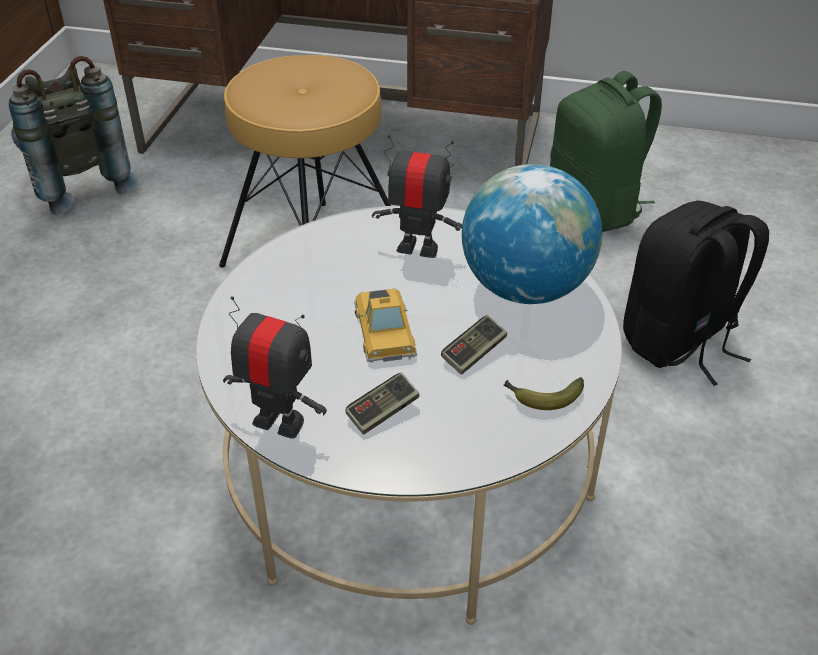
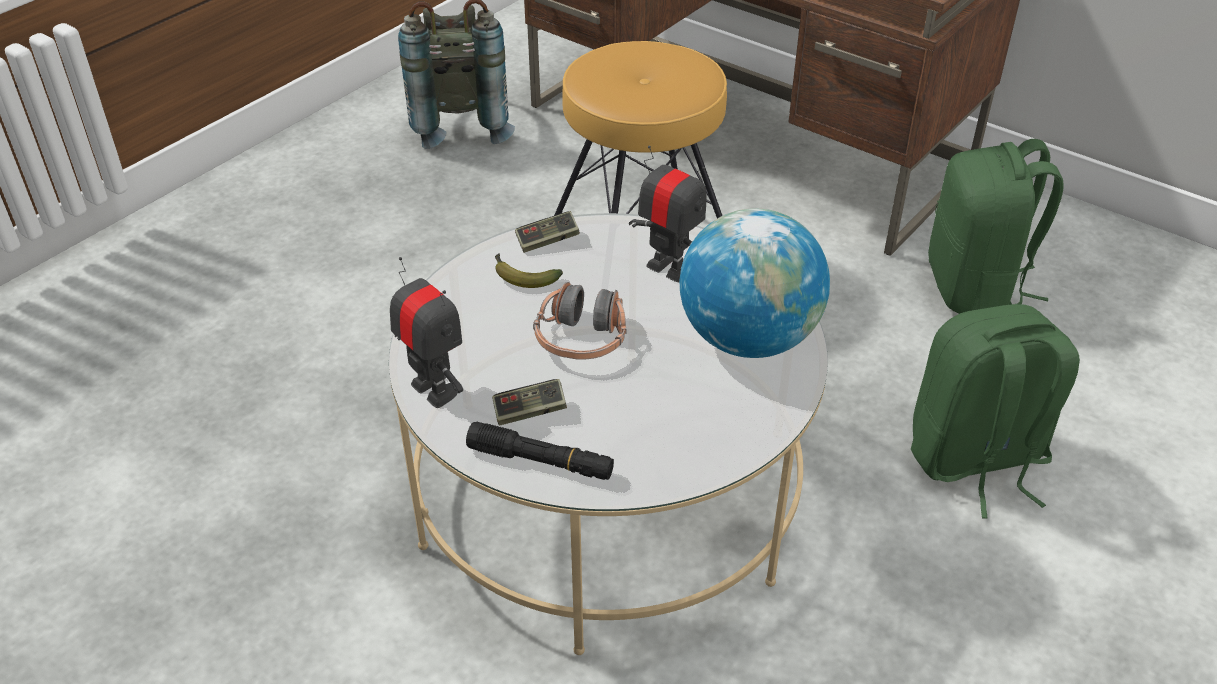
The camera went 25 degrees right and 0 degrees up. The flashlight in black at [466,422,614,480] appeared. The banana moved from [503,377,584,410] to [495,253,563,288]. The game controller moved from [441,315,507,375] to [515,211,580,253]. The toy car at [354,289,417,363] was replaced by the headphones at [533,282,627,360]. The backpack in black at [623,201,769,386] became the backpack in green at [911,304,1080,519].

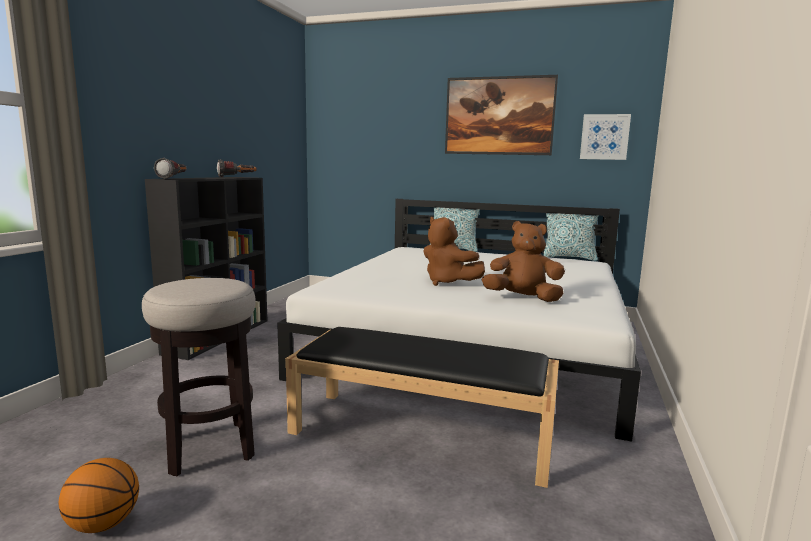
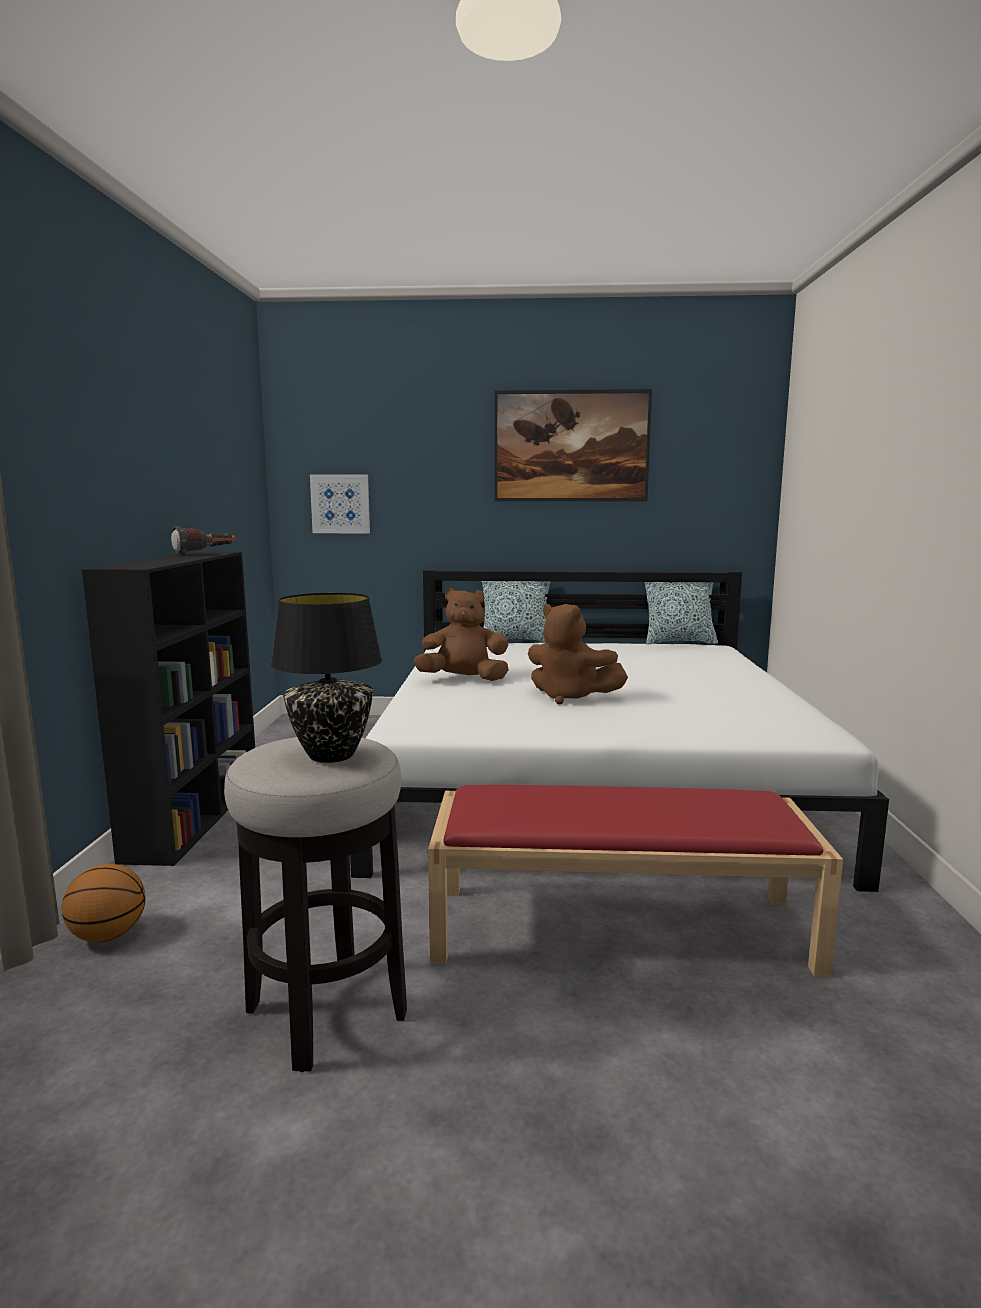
The camera went 15 degrees left and 0 degrees up. The basketball moved from [59,458,139,533] to [62,864,145,943]. The table lamp in black at [271,593,382,763] appeared. The picture moved from [580,114,631,160] to [310,475,370,533]. The plush toy in brown moved from [482,221,565,302] to [413,588,509,681]. The bench in black at [286,327,559,488] became the bench in red at [427,785,843,977]. The flashlight at [154,158,187,179] disappeared.

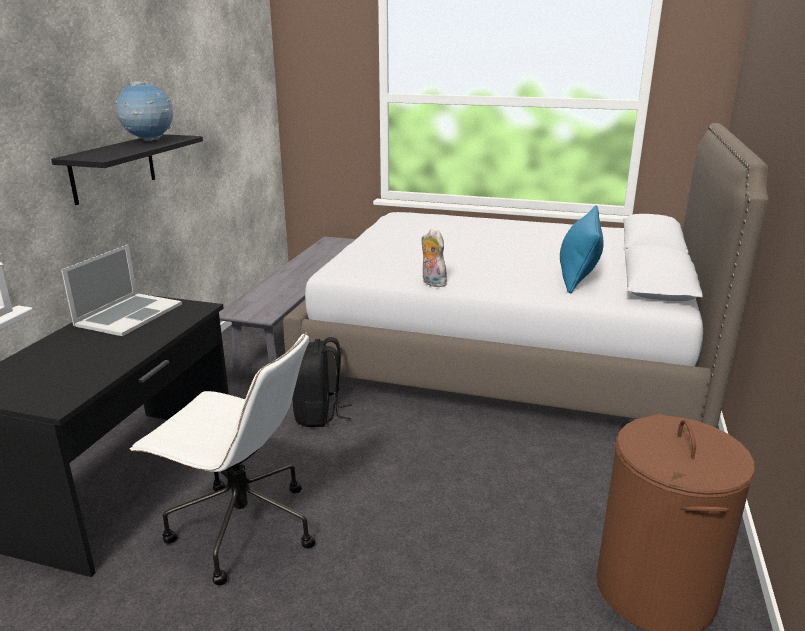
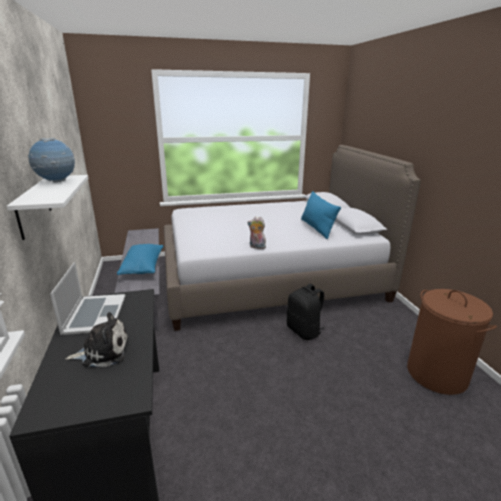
The camera went 30 degrees left and 0 degrees up. The shelf in black at [51,134,203,205] became the shelf in white at [7,175,88,240]. The plush toy at [65,312,129,367] appeared. The pillow in blue at [117,244,164,275] appeared. The backpack in black moved from [292,337,352,427] to [287,284,324,340]. The office chair in white at [130,332,315,585] disappeared.

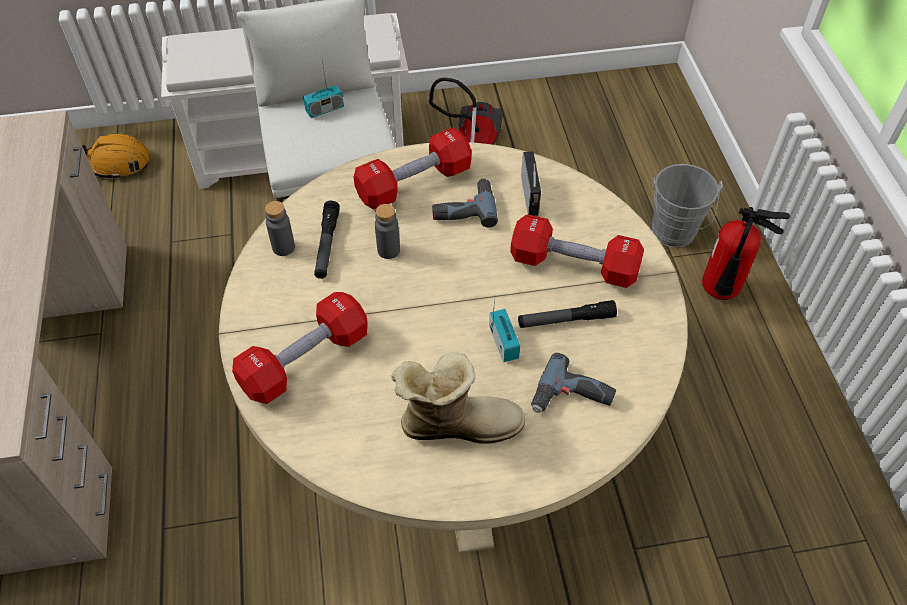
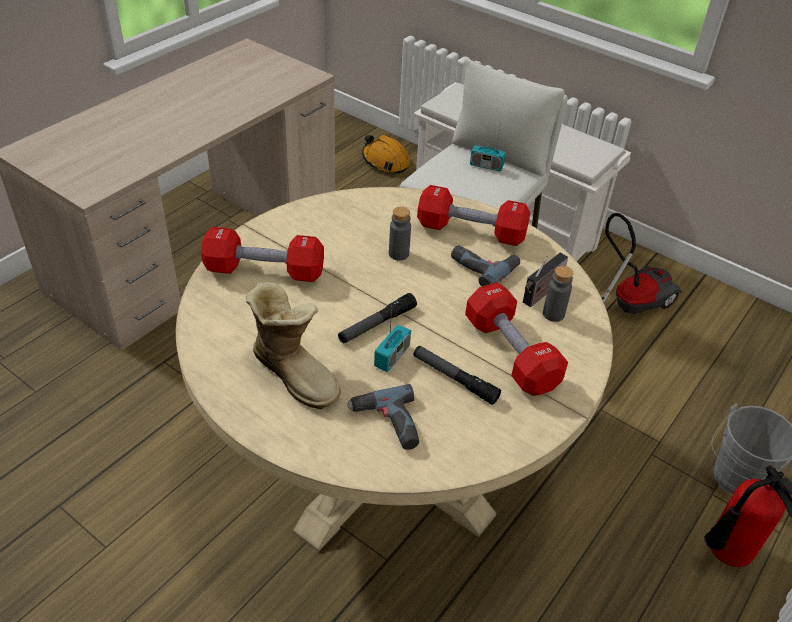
The camera went 45 degrees right and 10 degrees down. The flashlight moved from [314,201,340,279] to [338,293,417,343]. The bottle in grey moved from [265,201,295,256] to [543,266,573,322].

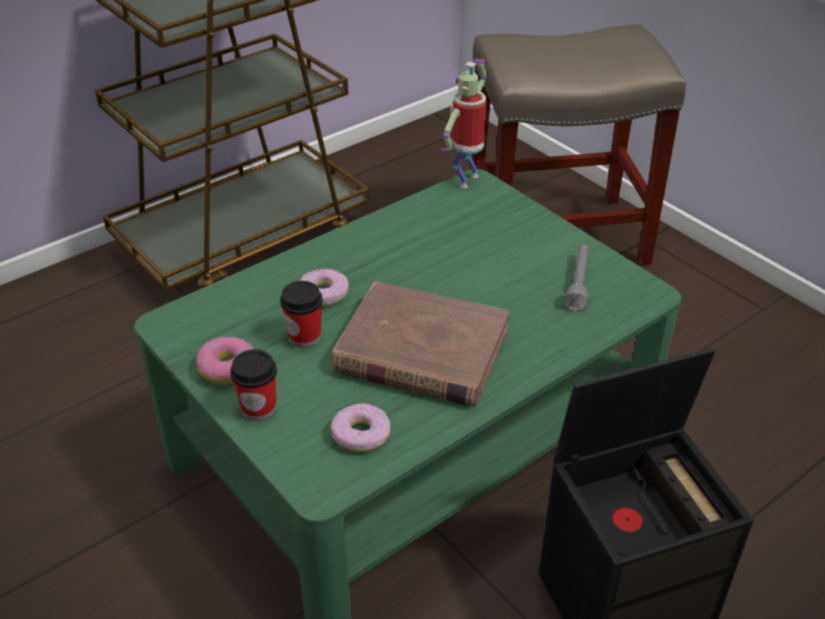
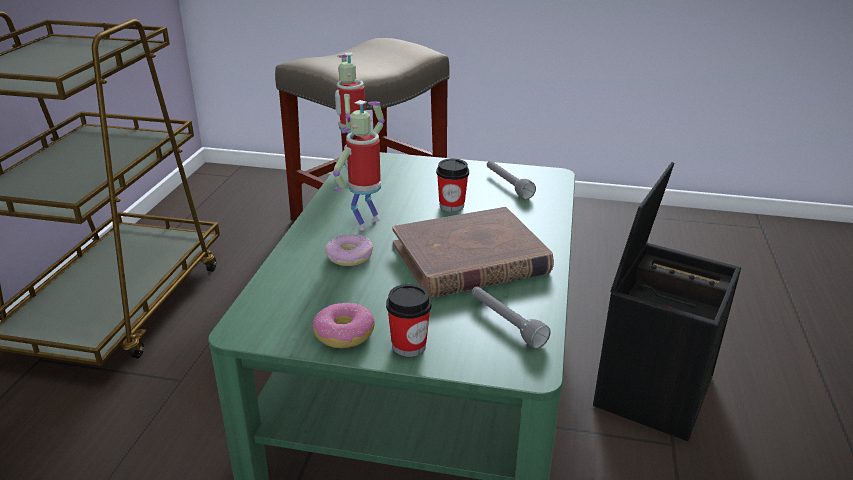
The camera went 40 degrees left and 10 degrees down. The toy robot at [333,100,385,230] appeared. The cup moved from [280,281,323,348] to [436,159,469,212]. The donut at [331,403,390,452] was replaced by the flashlight in grey at [472,287,551,349].

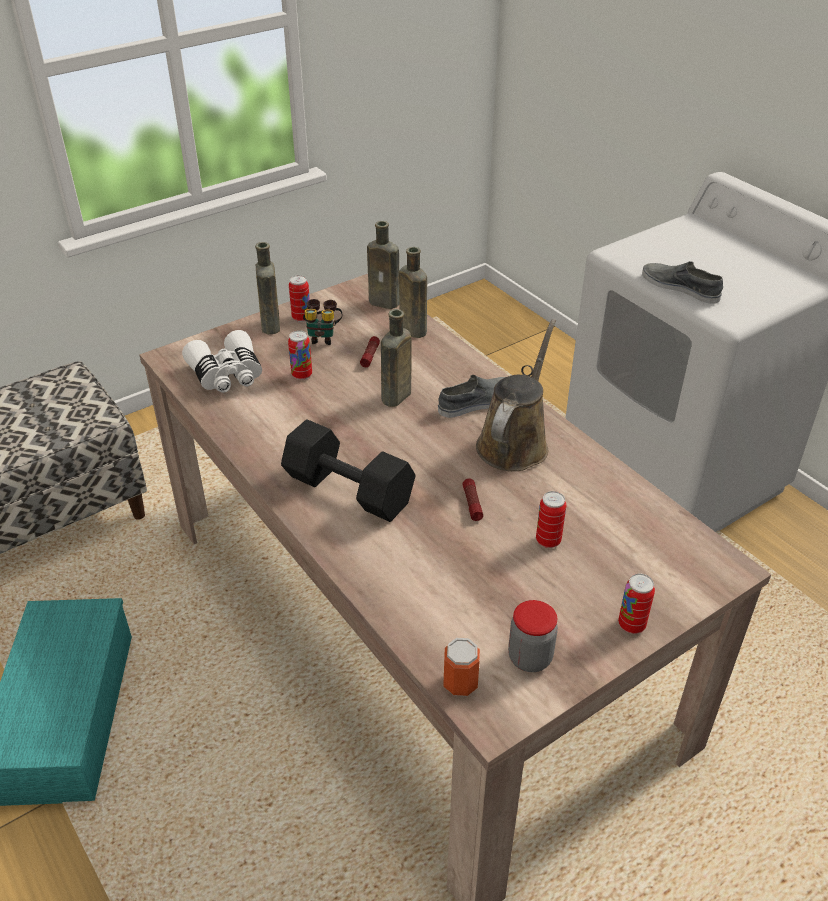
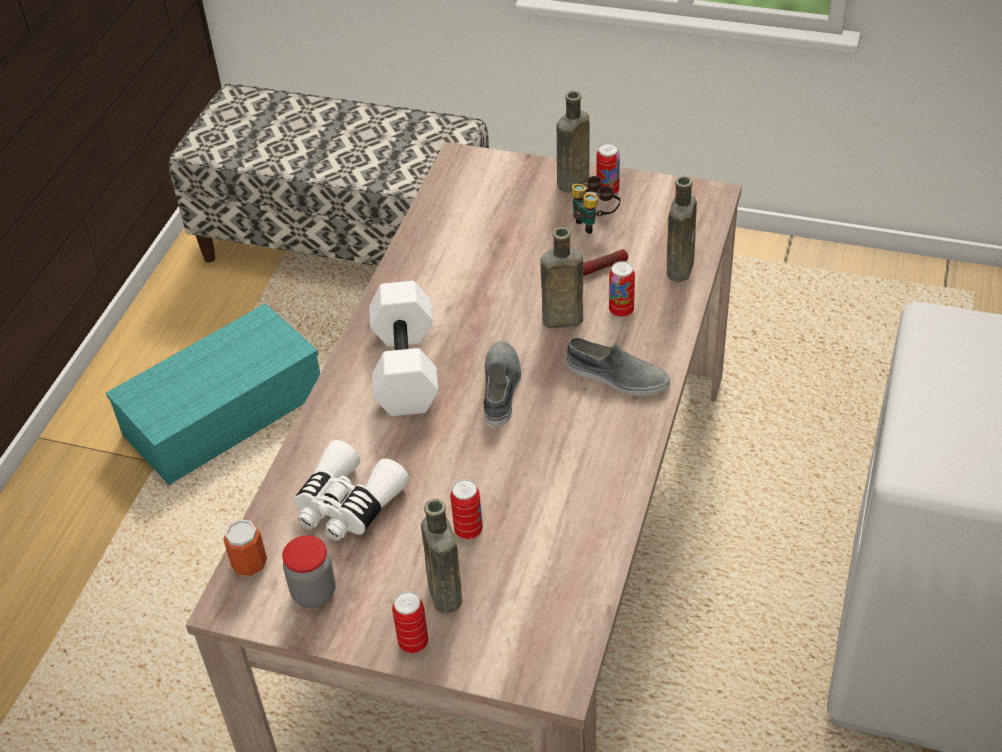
The camera went 55 degrees right and 5 degrees up. The binoculars in white moved from [182,330,262,393] to [293,440,409,541]. The dumbbell in black at [281,419,415,522] became the dumbbell in white at [369,281,438,416]. The bottle in brown moved from [367,221,400,309] to [421,499,462,613]. The shoe in grey moved from [642,261,723,304] to [484,341,521,427]. The can moved from [288,330,312,380] to [609,261,635,317]. The flashlight at [463,479,483,521] disappeared. The watering can in brown at [476,319,556,471] disappeared.

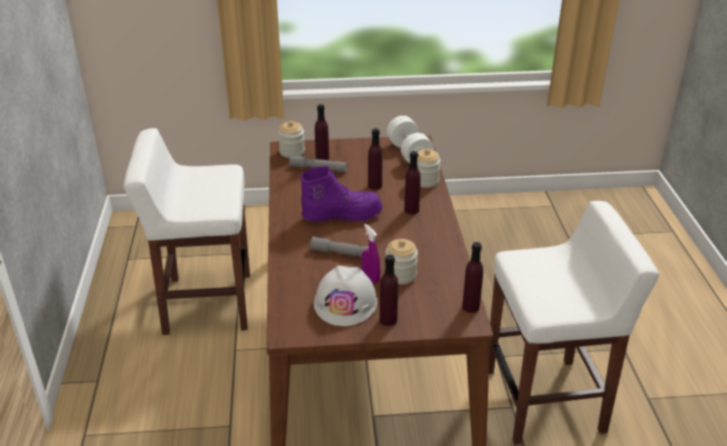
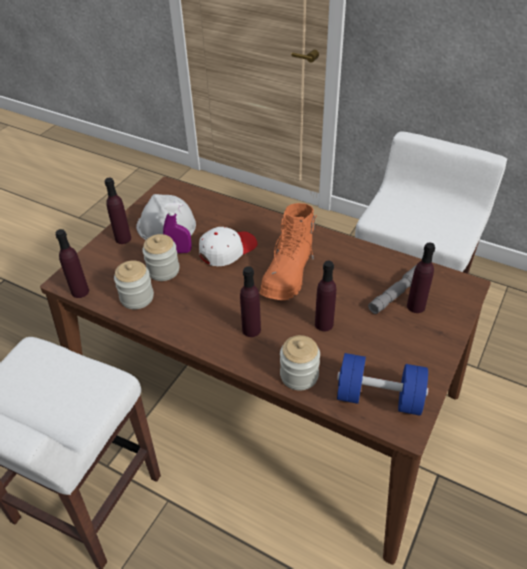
The camera went 125 degrees right and 10 degrees up. The jar moved from [278,121,305,158] to [114,260,154,309]. The flashlight in grey at [310,236,369,257] was replaced by the cap in white at [199,227,257,266]. The boot in purple at [300,165,383,222] became the boot in orange at [260,203,317,300]. The dumbbell in white at [387,116,434,164] became the dumbbell in blue at [337,353,429,416].

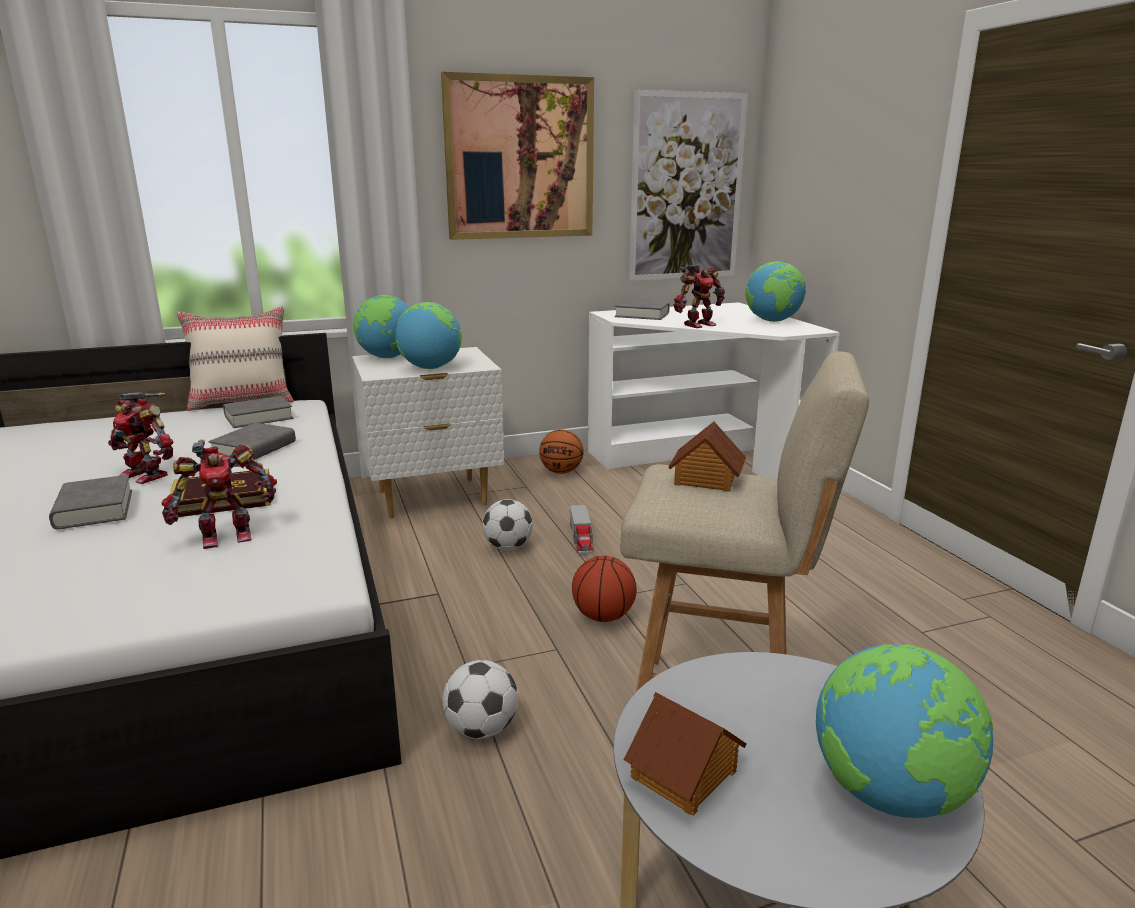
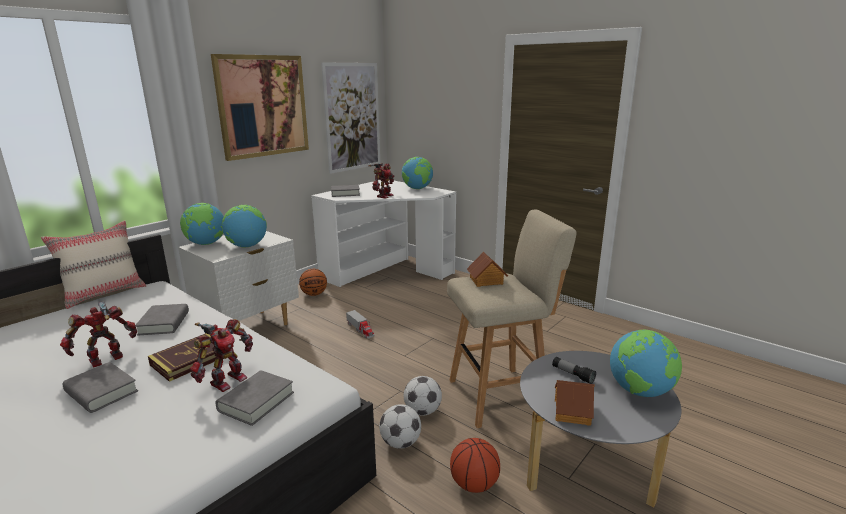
The camera went 30 degrees left and 0 degrees up. The toy robot at [108,393,173,484] turned 135 degrees clockwise. The book in grey moved from [223,396,293,428] to [215,370,294,426]. The football moved from [482,499,533,550] to [404,376,442,416]. The basketball moved from [572,556,637,622] to [450,438,500,493]. The flashlight at [552,357,596,384] appeared.

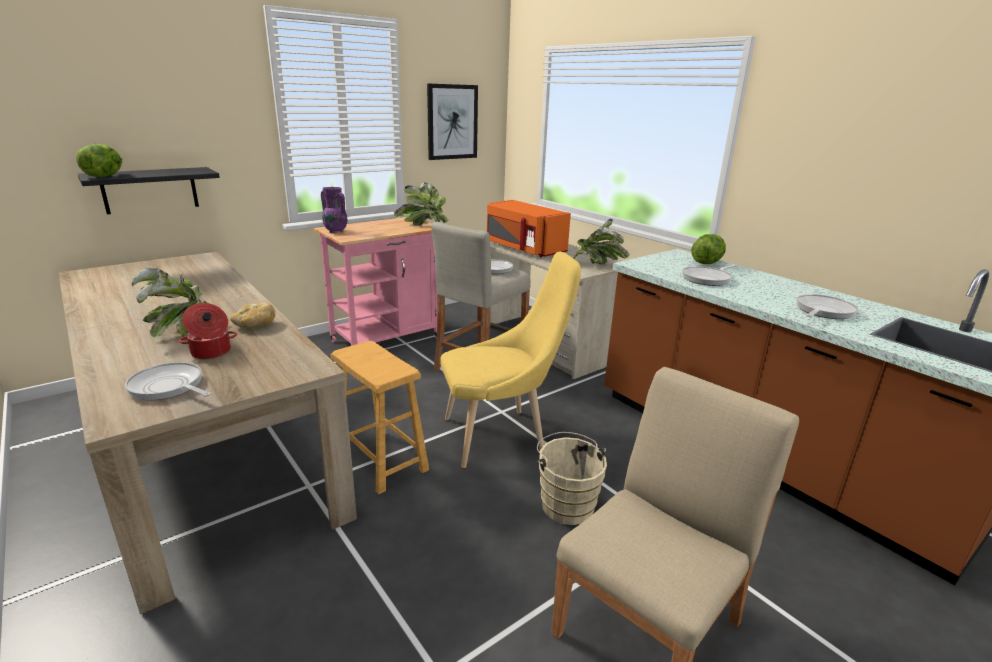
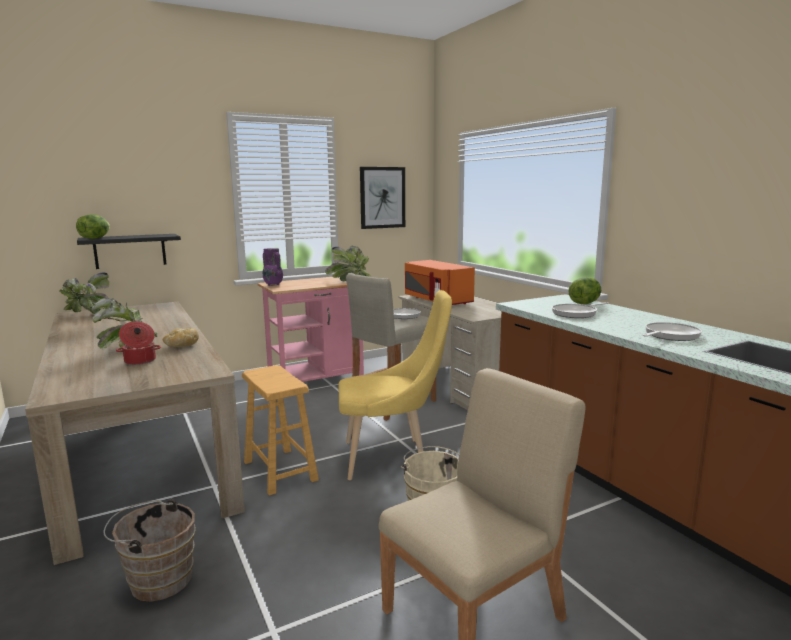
The camera went 10 degrees right and 10 degrees down. The potted plant moved from [573,219,630,265] to [60,272,110,314]. The bucket in brown at [103,498,196,602] appeared. The frying pan at [125,362,211,400] disappeared.

